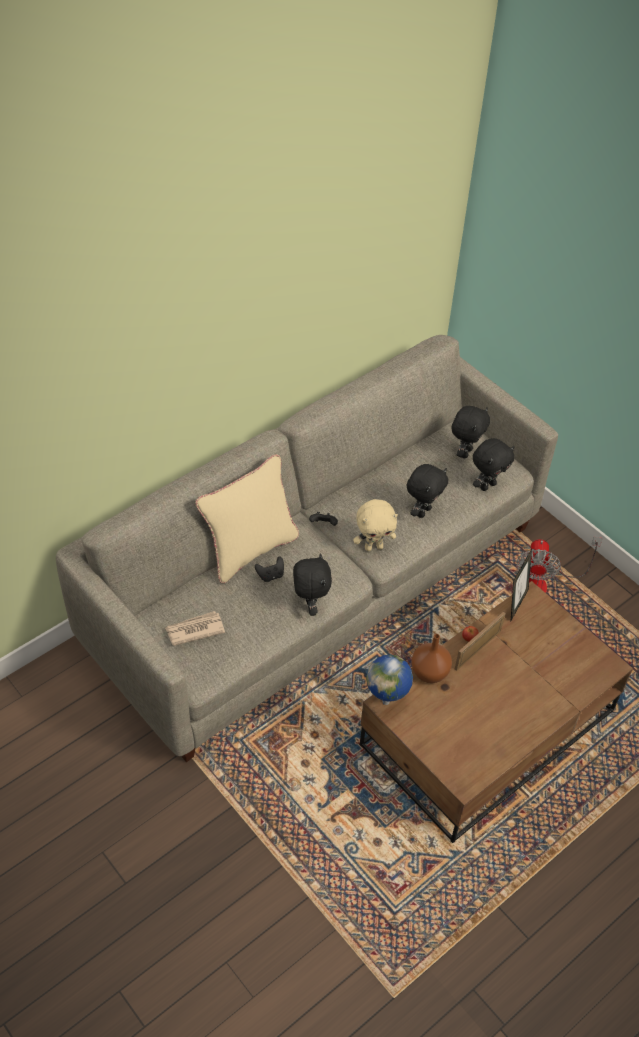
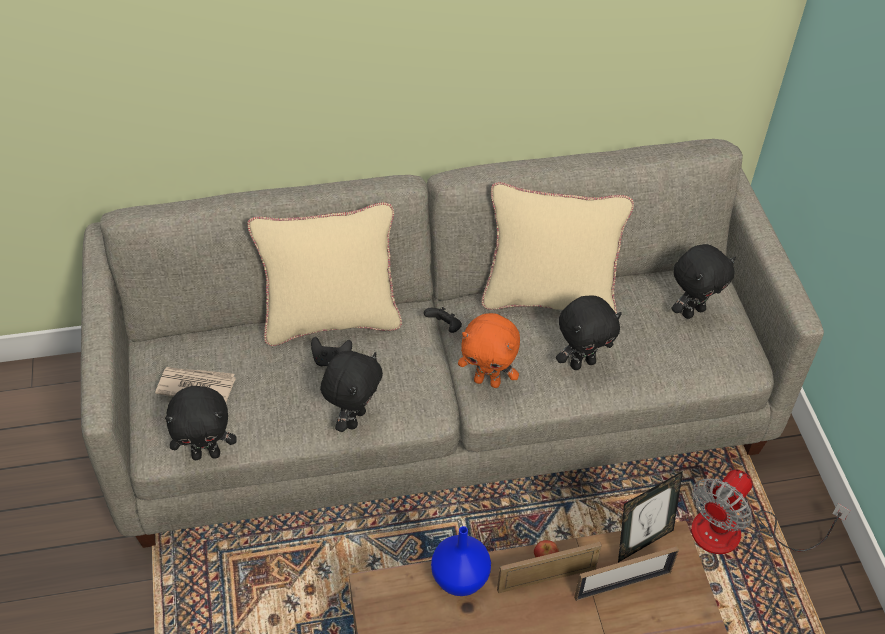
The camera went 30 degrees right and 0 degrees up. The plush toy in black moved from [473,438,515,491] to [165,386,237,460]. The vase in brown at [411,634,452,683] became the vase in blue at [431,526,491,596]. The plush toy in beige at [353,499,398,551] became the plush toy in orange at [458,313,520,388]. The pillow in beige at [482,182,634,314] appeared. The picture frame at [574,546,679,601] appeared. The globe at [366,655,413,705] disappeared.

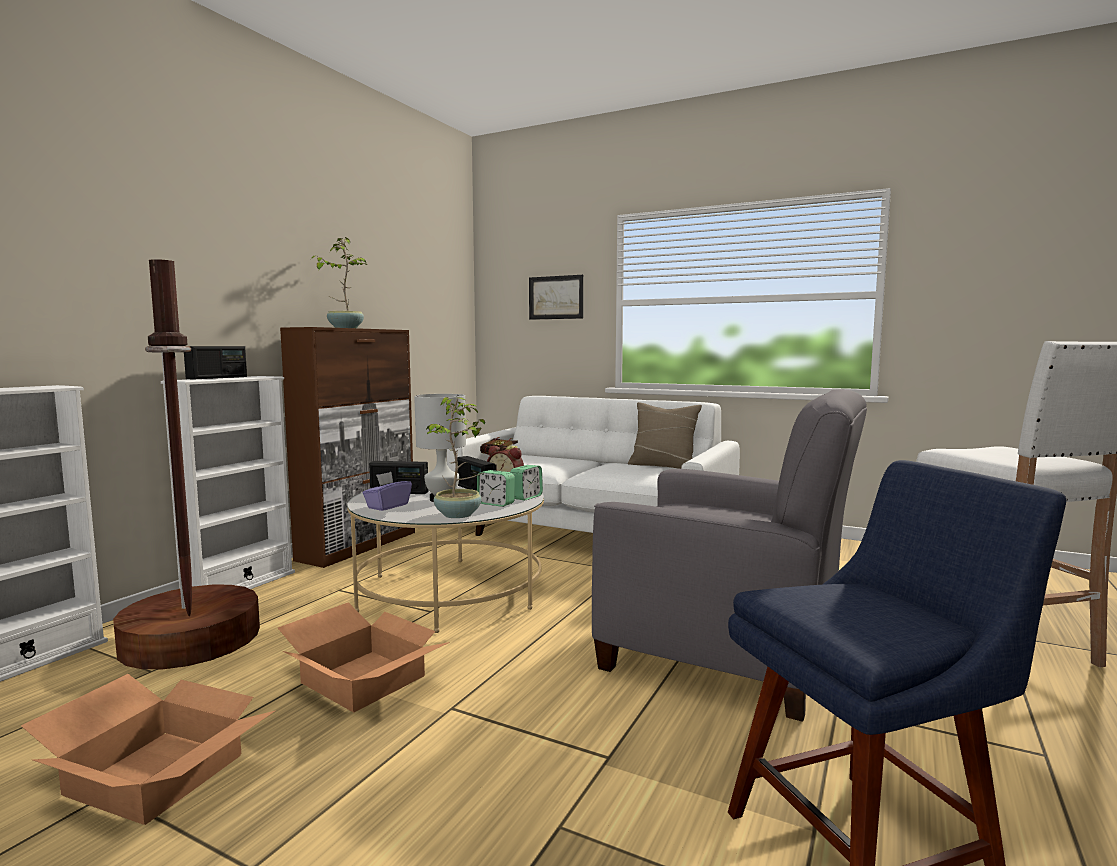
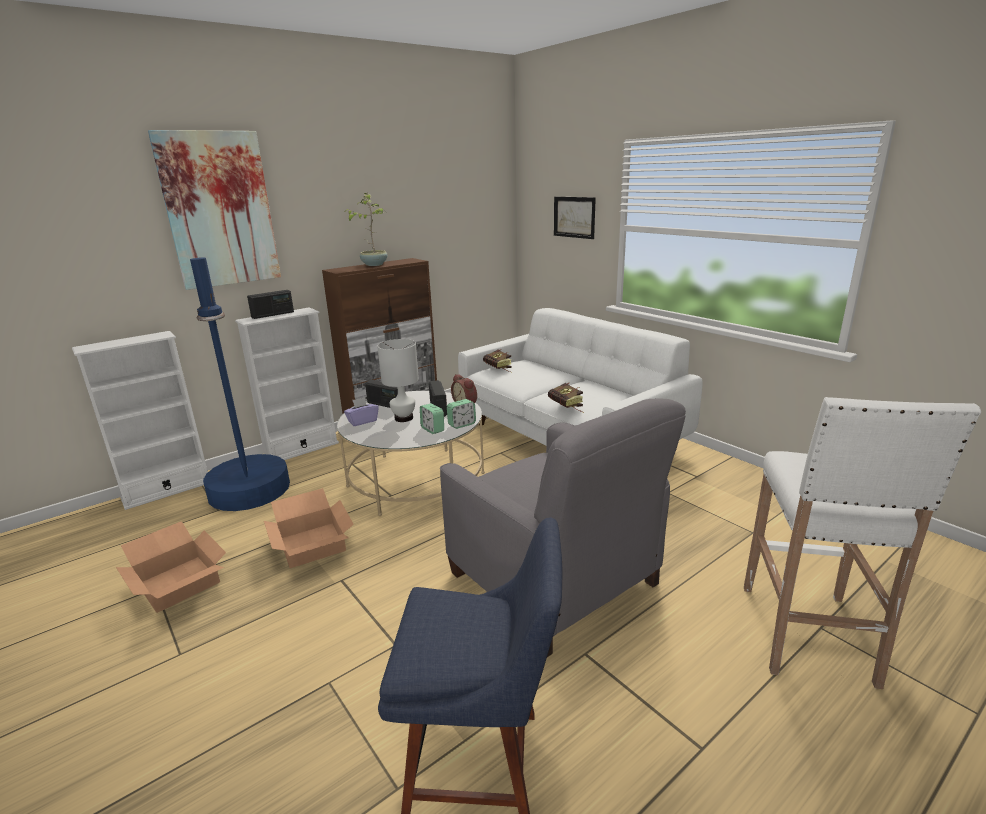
The camera went 25 degrees right and 15 degrees up. The picture at [148,130,281,290] appeared. The floor lamp in brown at [113,259,260,669] became the floor lamp in blue at [190,258,290,511]. The book at [548,383,584,413] appeared. The potted plant at [426,397,485,518] disappeared. The pillow in beige at [628,402,702,469] disappeared.

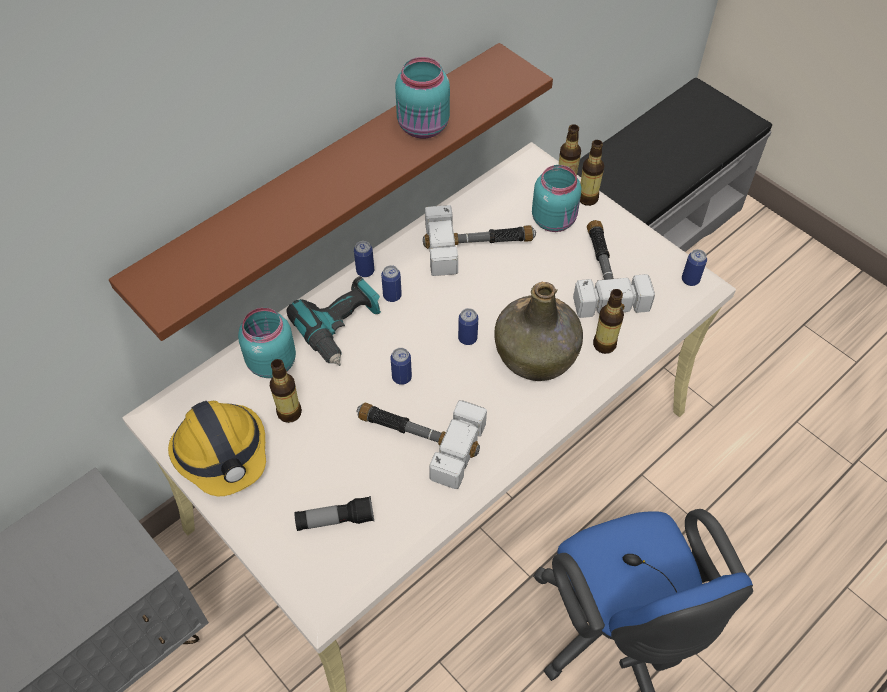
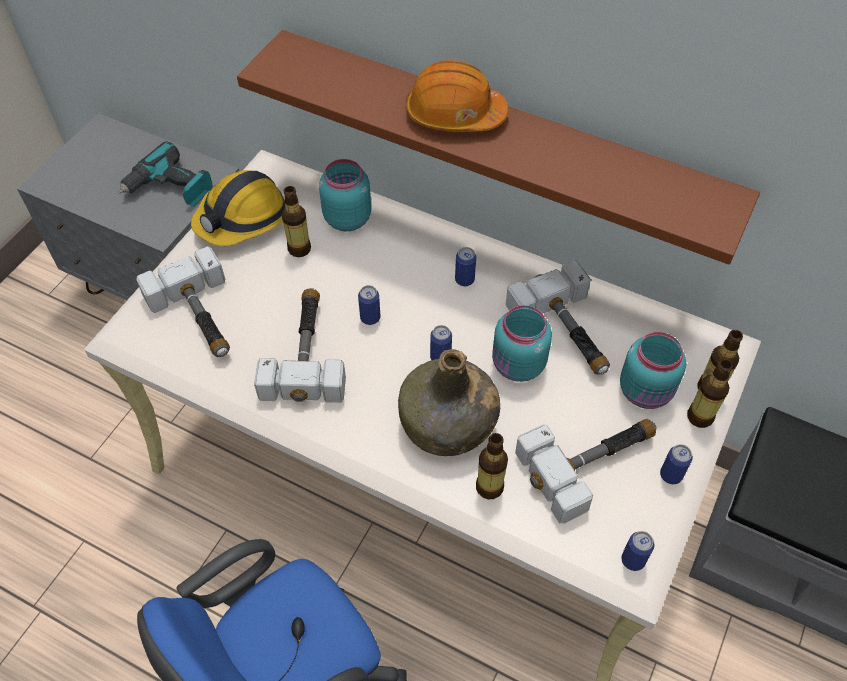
The camera went 70 degrees right and 0 degrees up. The power drill moved from [287,276,381,366] to [118,141,212,207]. The flashlight at [294,496,374,531] was replaced by the hammer at [136,246,230,357]. The hard hat in orange at [405,60,509,132] appeared. The jar in turquoise moved from [395,57,450,139] to [492,305,552,382]. The can moved from [354,241,374,277] to [660,444,693,484].

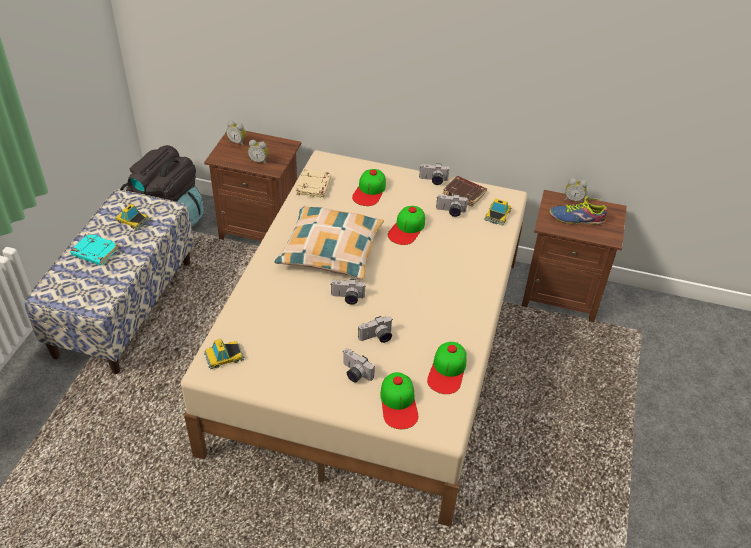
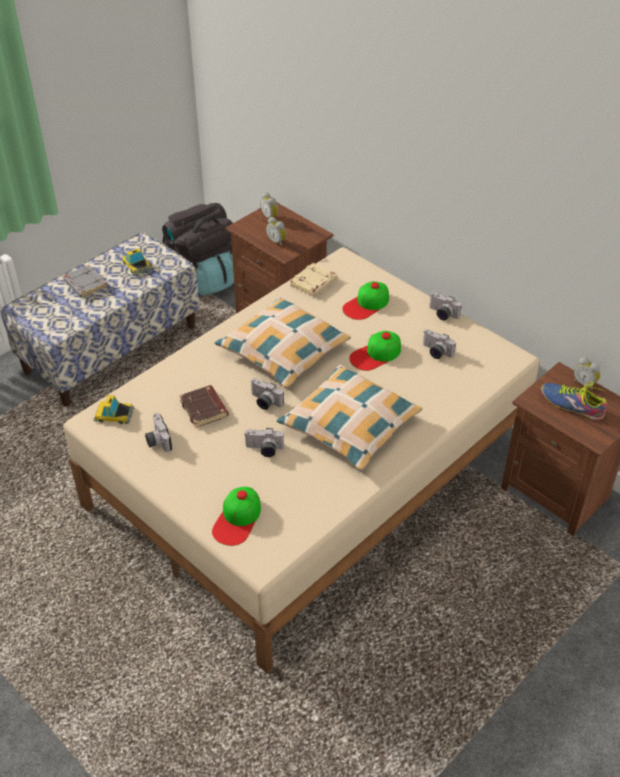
The camera went 30 degrees right and 0 degrees up. The book in turquoise at [70,233,119,266] became the book in grey at [63,265,107,298]. The photo camera moved from [343,349,375,383] to [145,413,172,452]. The book in brown moved from [443,176,487,206] to [179,385,229,428]. The pillow at [277,365,422,470] appeared. The cap at [427,342,466,394] disappeared. The toy car at [484,198,511,225] disappeared.

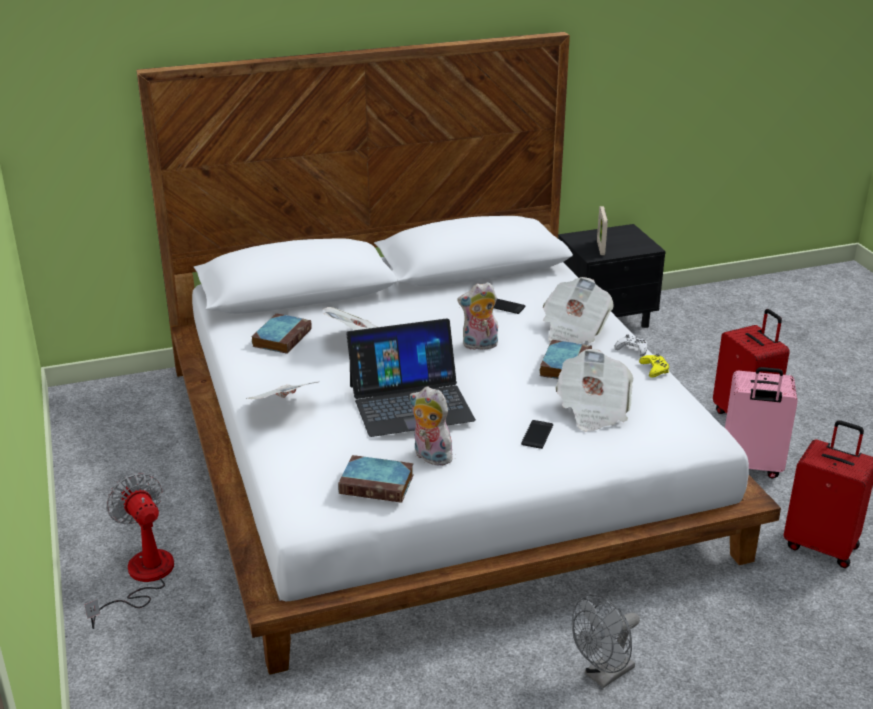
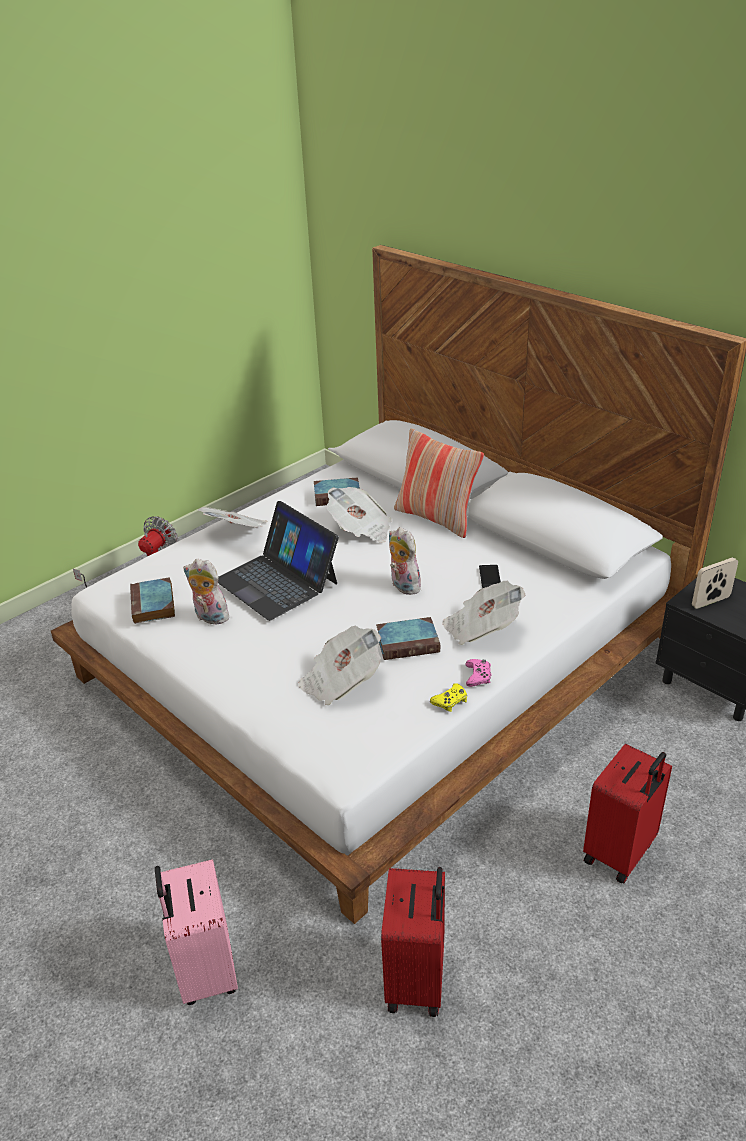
The camera went 65 degrees right and 5 degrees up. The suitcase in pink moved from [725,367,798,479] to [155,859,238,1005]. The plush toy at [409,386,453,466] turned 75 degrees counterclockwise. The pillow at [394,428,484,538] appeared. The game controller in white at [614,335,647,357] became the game controller in pink at [465,659,491,687]. The phone at [521,420,553,449] disappeared. The fan in grey at [572,594,640,688] disappeared.

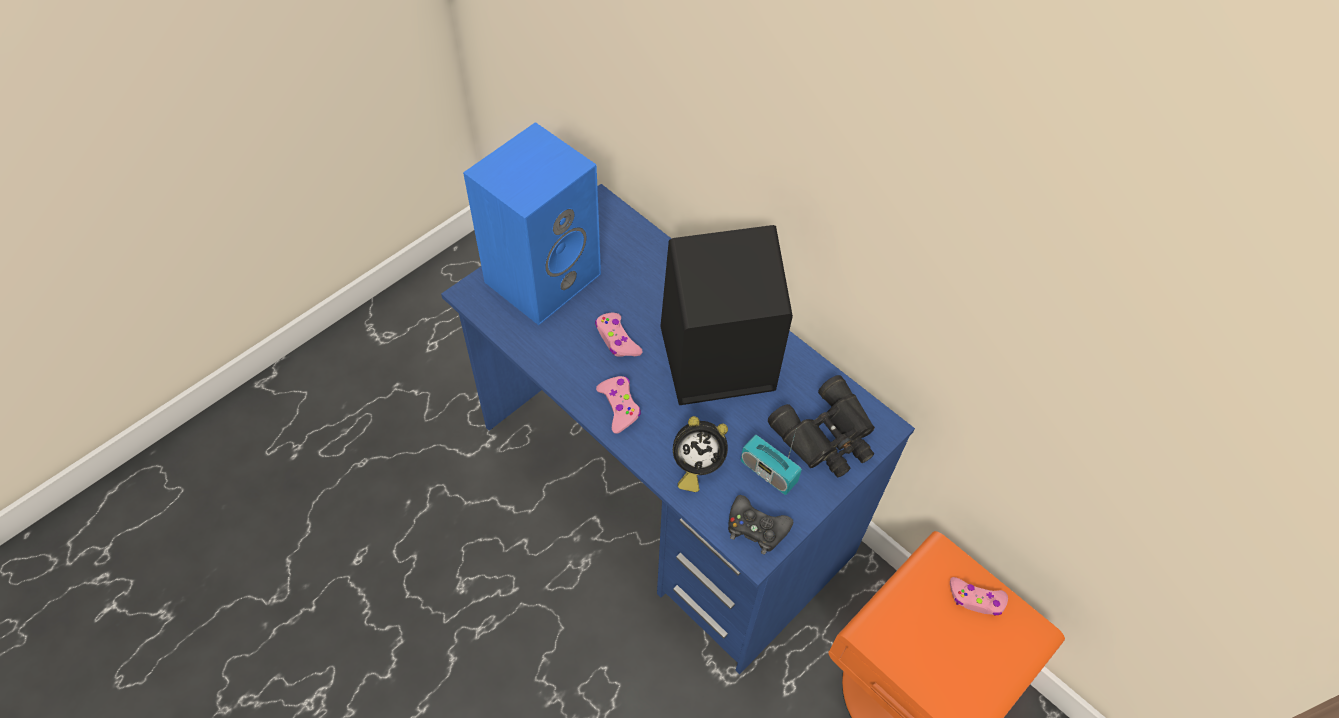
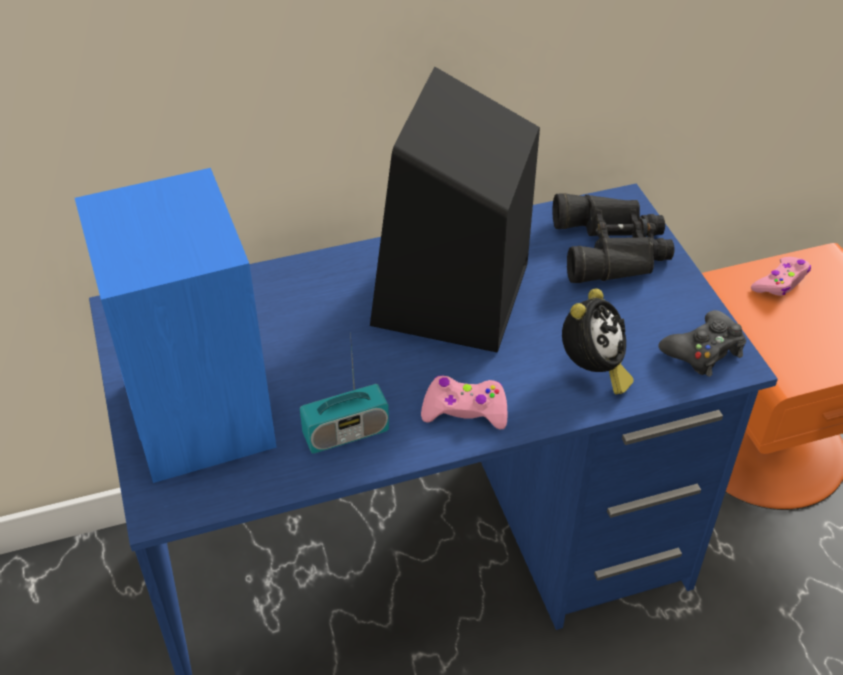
The camera went 60 degrees left and 10 degrees down. The radio moved from [741,431,802,495] to [300,333,389,454]. The game controller in pink at [595,313,643,357] disappeared.

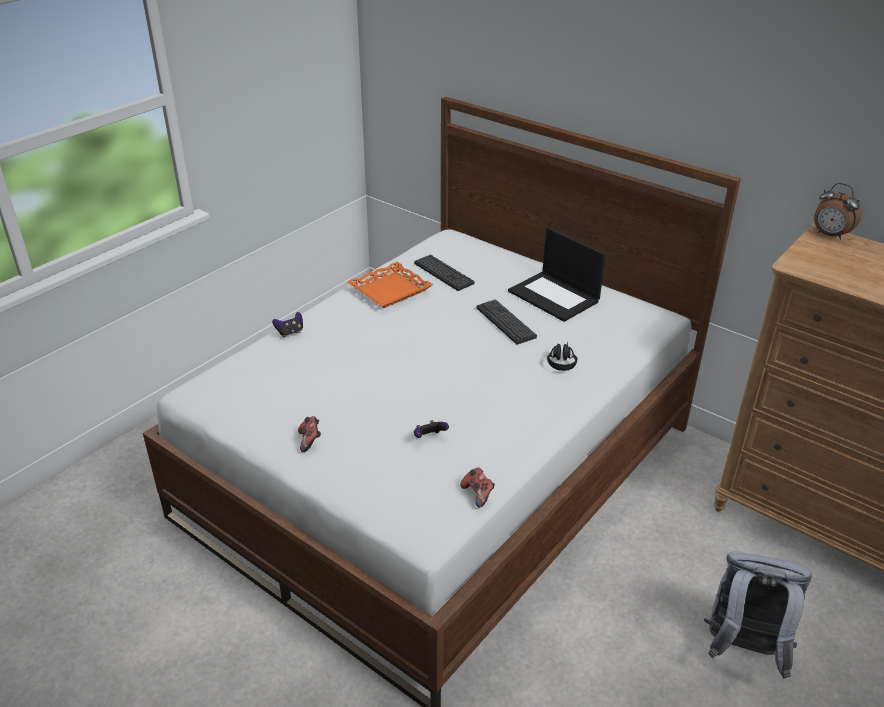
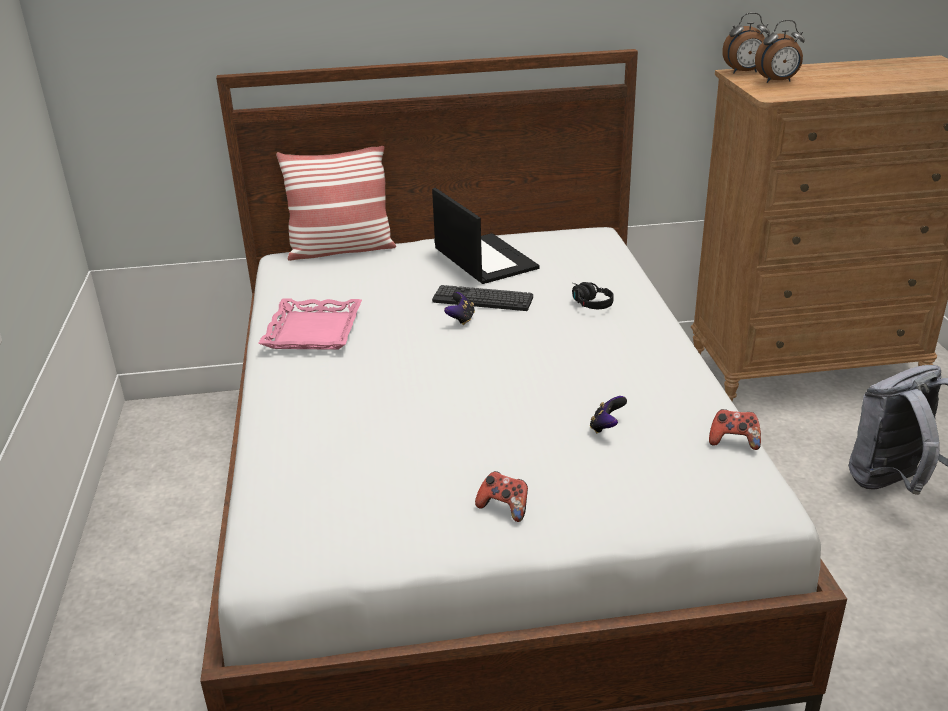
The camera went 45 degrees left and 5 degrees down. The tray in orange at [347,262,434,308] became the tray in pink at [258,298,362,350]. The pillow at [276,146,396,261] appeared. The laptop at [508,227,606,322] turned 120 degrees counterclockwise. The game controller moved from [272,312,303,337] to [444,292,475,325]. The alarm clock at [755,20,805,83] appeared. The keyboard at [414,255,475,291] disappeared.

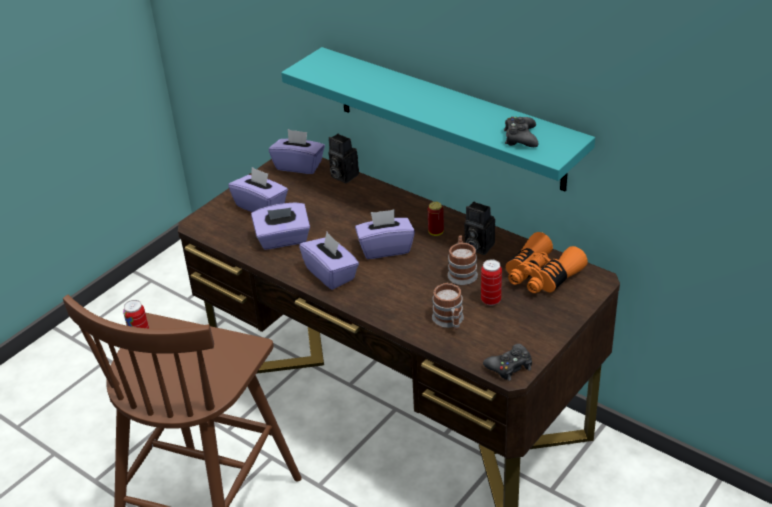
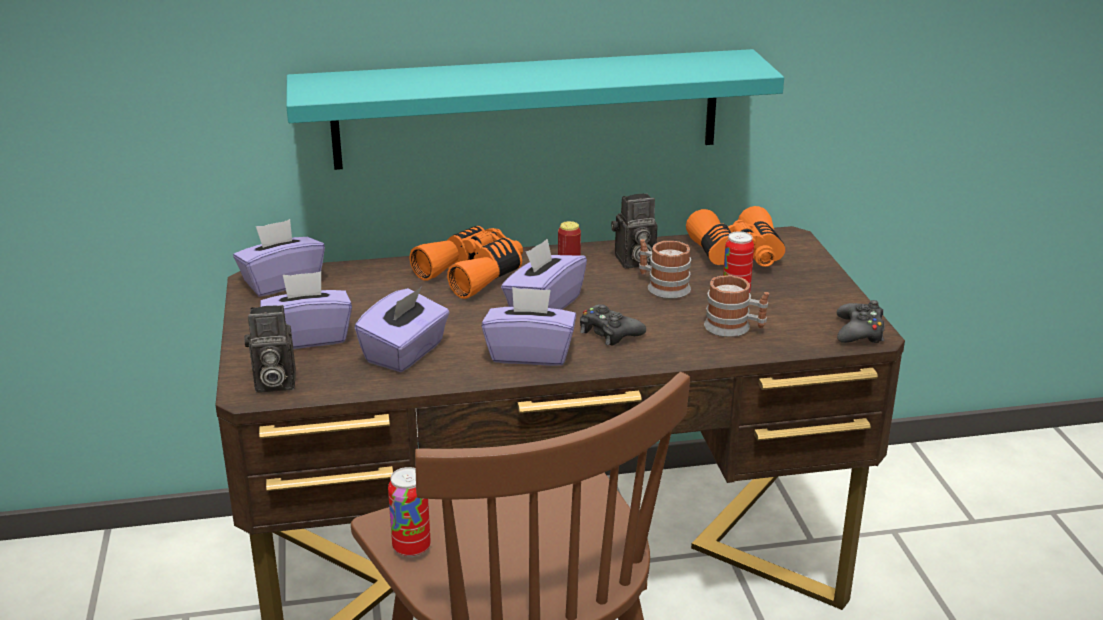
The camera went 50 degrees left and 10 degrees down. The photo camera moved from [329,134,359,183] to [244,305,296,392]. The binoculars in orange at [410,226,523,299] appeared. The game controller in black moved from [504,117,538,147] to [580,304,646,345].

